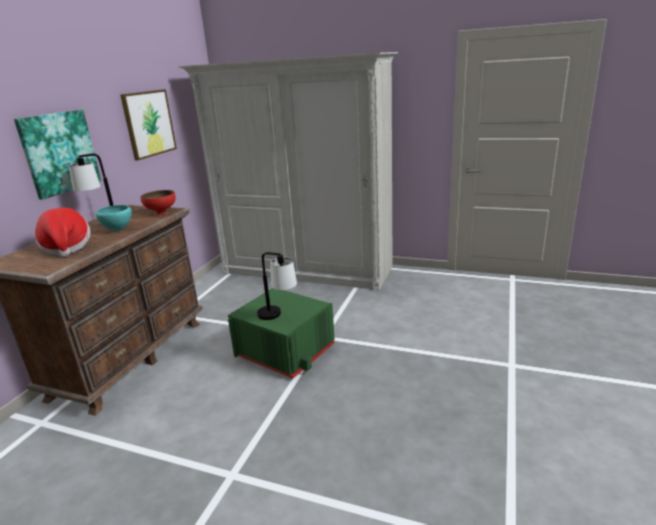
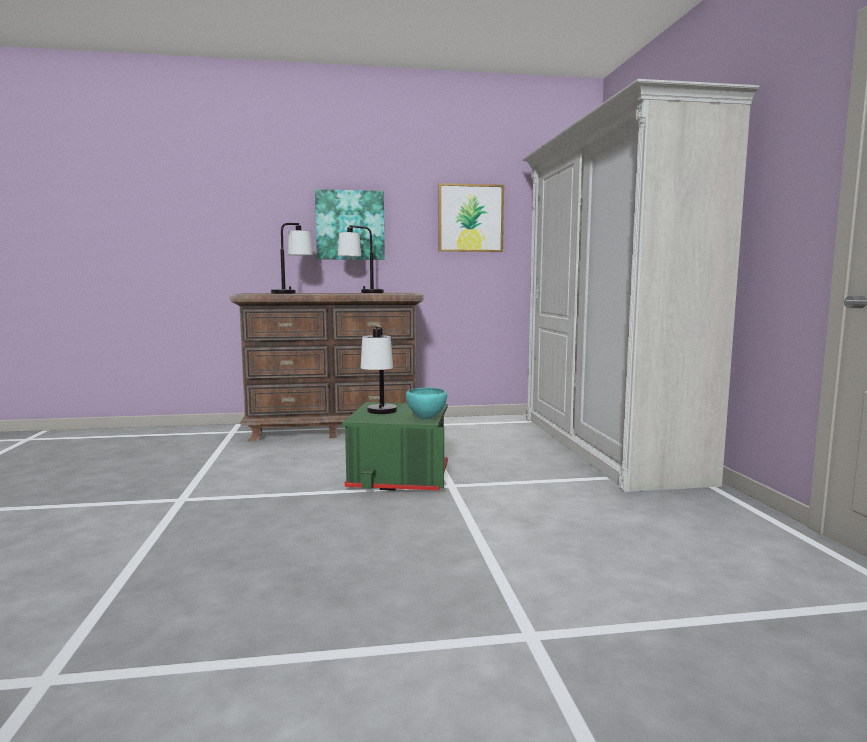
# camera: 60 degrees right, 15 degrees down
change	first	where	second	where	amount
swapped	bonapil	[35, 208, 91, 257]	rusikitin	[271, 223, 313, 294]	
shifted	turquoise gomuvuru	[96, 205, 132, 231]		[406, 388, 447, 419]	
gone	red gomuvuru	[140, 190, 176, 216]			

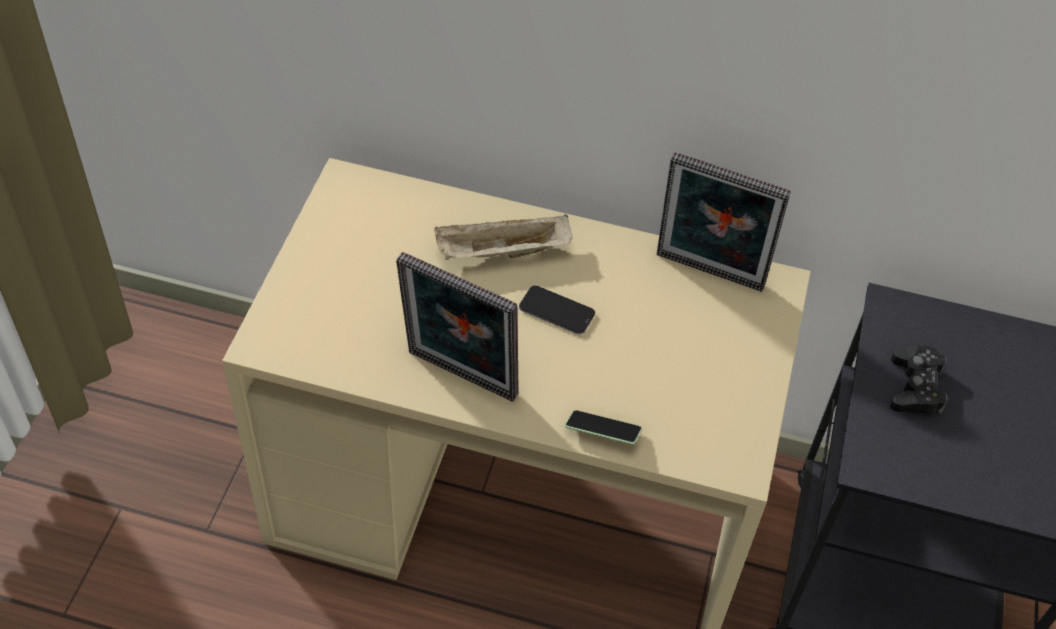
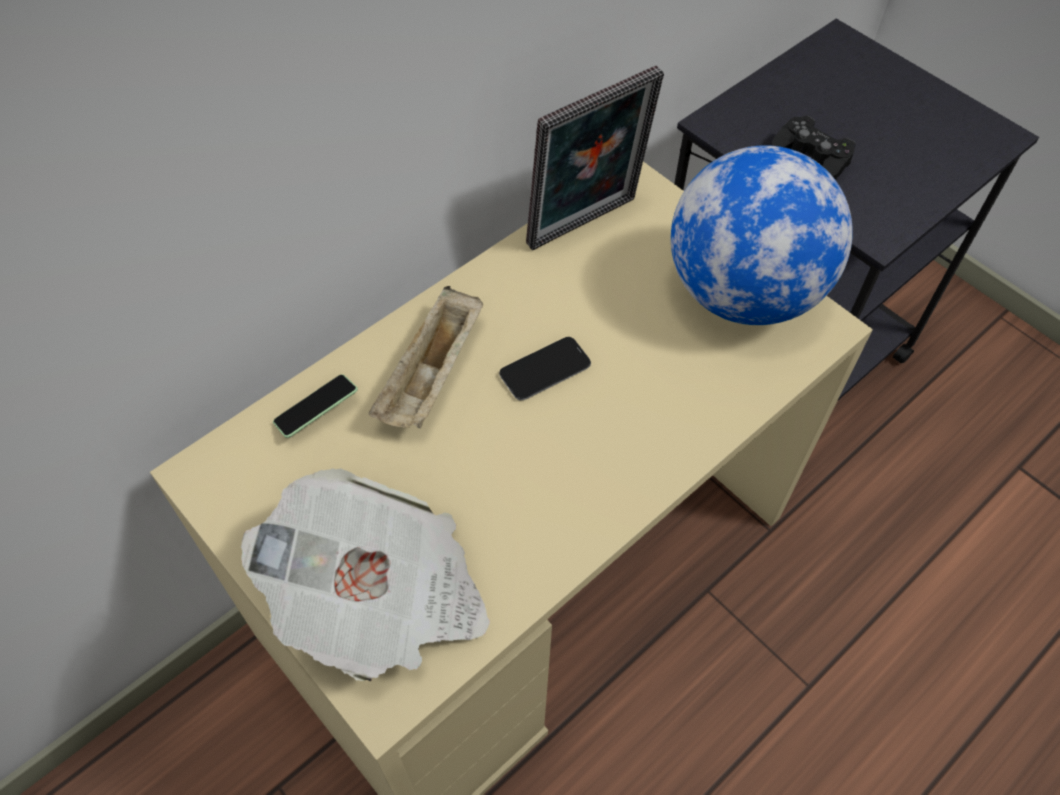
# camera: 55 degrees left, 5 degrees up
change	first	where	second	where	amount
new			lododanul	[241, 468, 490, 681]	
shifted	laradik	[565, 410, 642, 444]		[273, 374, 358, 438]	
new			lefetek	[671, 145, 853, 325]	
gone	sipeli	[396, 252, 519, 402]			

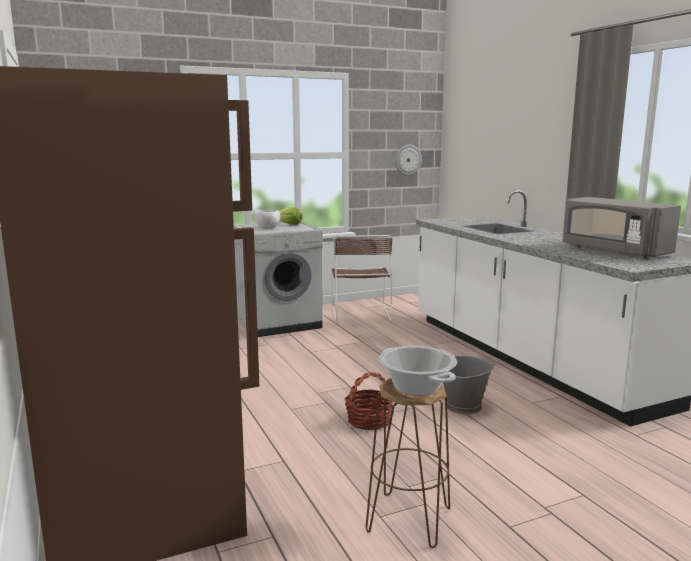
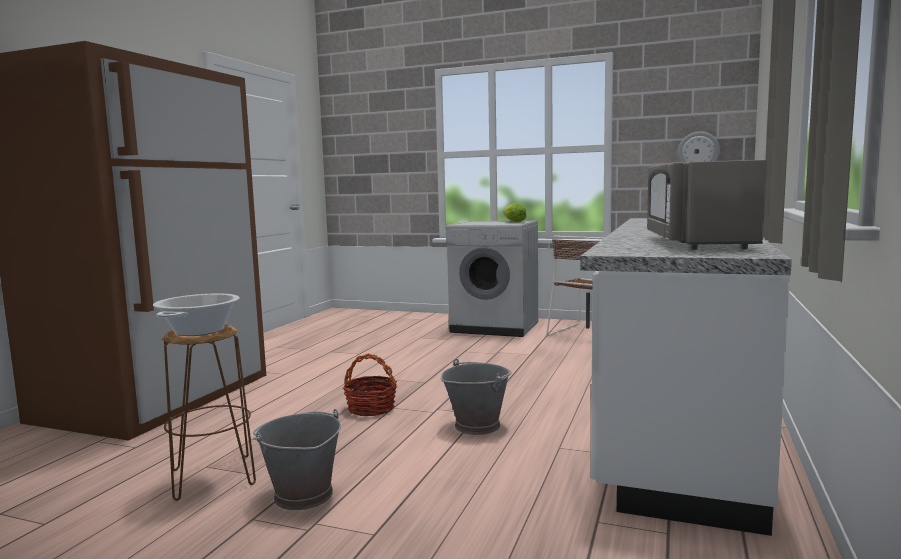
# camera: 45 degrees right, 5 degrees down
change	first	where	second	where	amount
new			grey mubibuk	[253, 409, 341, 510]	
gone	white gomuvuru	[254, 210, 280, 229]			

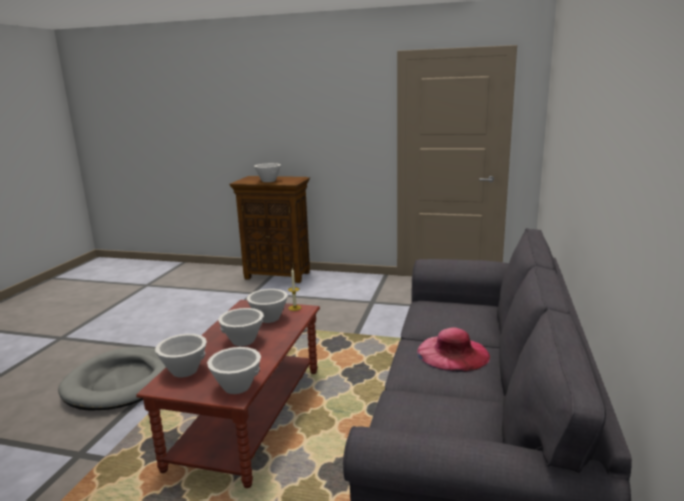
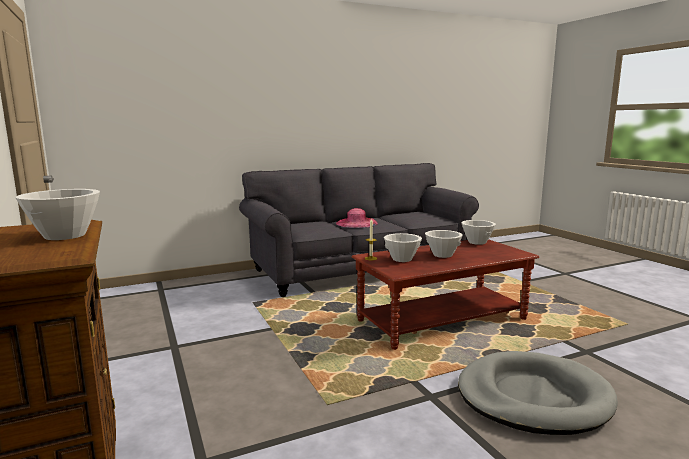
# camera: 130 degrees left, 5 degrees down
change	first	where	second	where	amount
gone	white gomuvuru	[155, 334, 207, 378]			

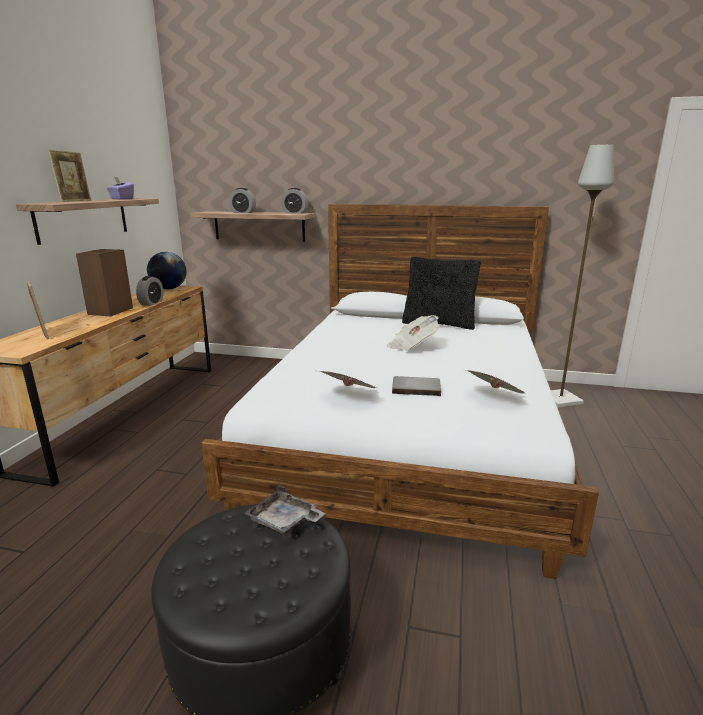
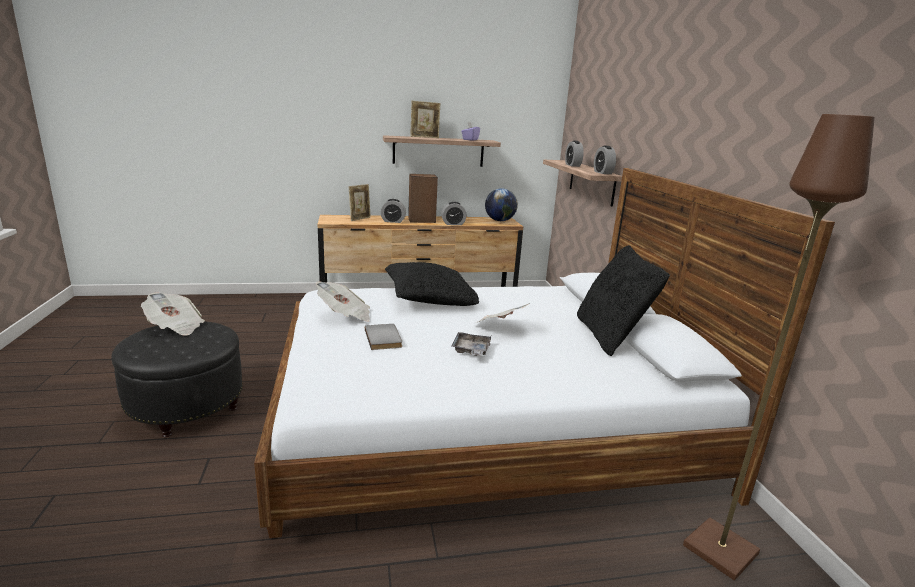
# camera: 65 degrees right, 0 degrees up
change	first	where	second	where	amount
shifted	lododanul	[466, 370, 525, 394]		[141, 292, 205, 336]	
new			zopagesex	[381, 199, 406, 223]	
new			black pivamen	[385, 262, 479, 306]	
shifted	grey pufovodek	[245, 486, 325, 535]		[451, 332, 492, 356]	
repainted	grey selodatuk	[551, 145, 614, 408]	brown selodatuk	[683, 114, 875, 581]	

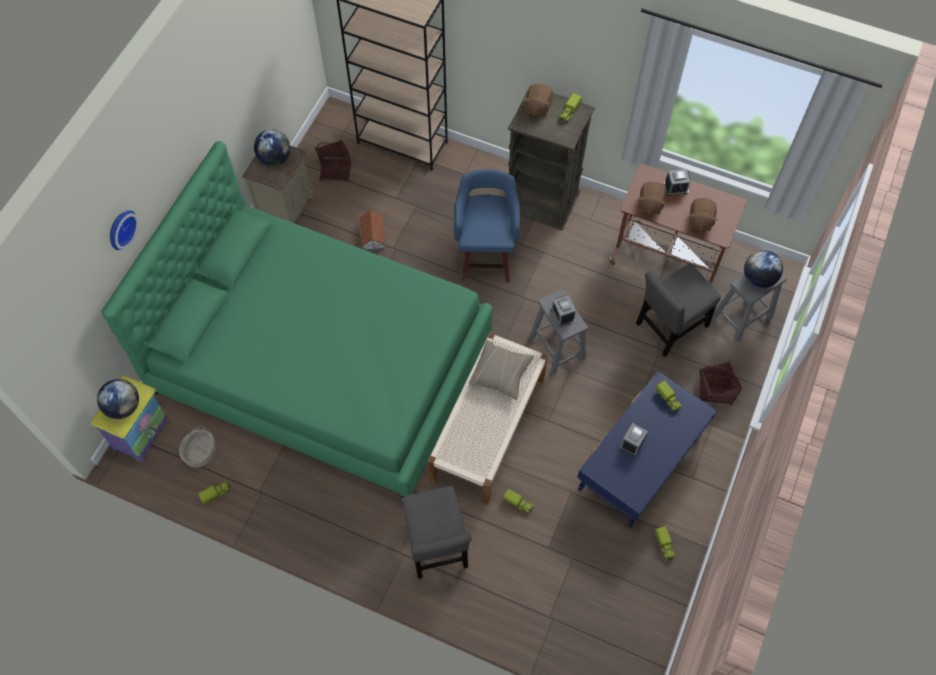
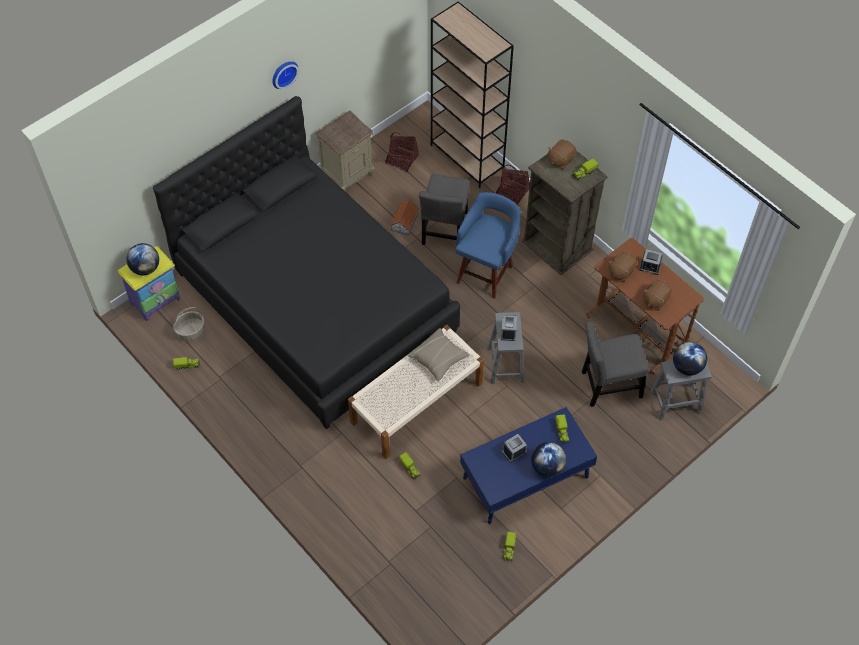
# camera: 25 degrees right, 5 degrees down
change	first	where	second	where	amount
repainted	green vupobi	[101, 141, 492, 498]	black vupobi	[153, 96, 460, 430]	
shifted	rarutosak	[110, 210, 139, 250]		[273, 61, 299, 89]	
shifted	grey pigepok	[403, 486, 472, 579]		[419, 174, 470, 245]	
shifted	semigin	[700, 361, 742, 406]		[496, 165, 529, 206]	
shifted	lefetek	[254, 129, 290, 166]		[531, 442, 566, 477]	

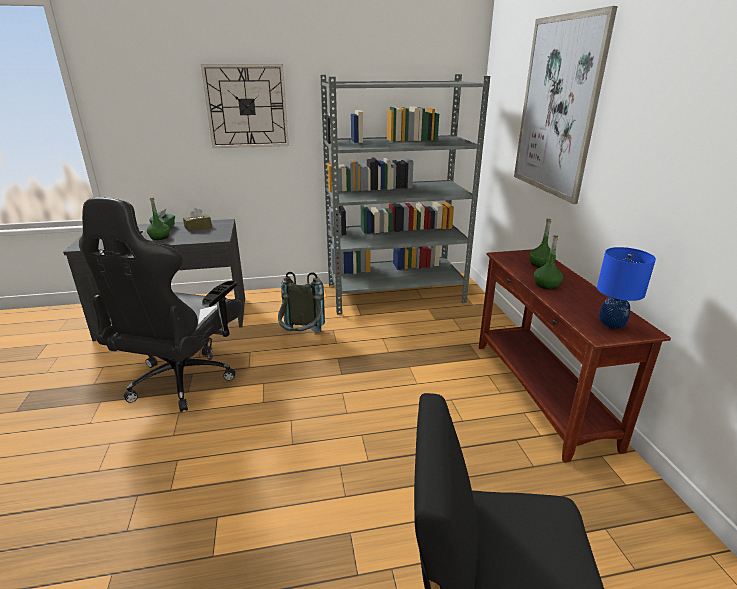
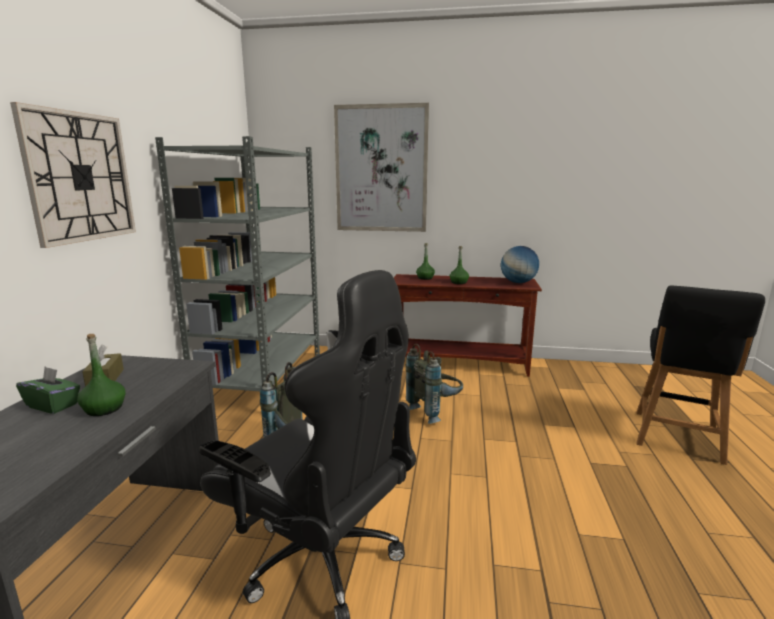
# camera: 70 degrees left, 10 degrees down
change	first	where	second	where	amount
new			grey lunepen	[406, 344, 463, 424]	
swapped	blue rusikitin	[597, 247, 656, 329]	lefetek	[501, 246, 539, 283]	

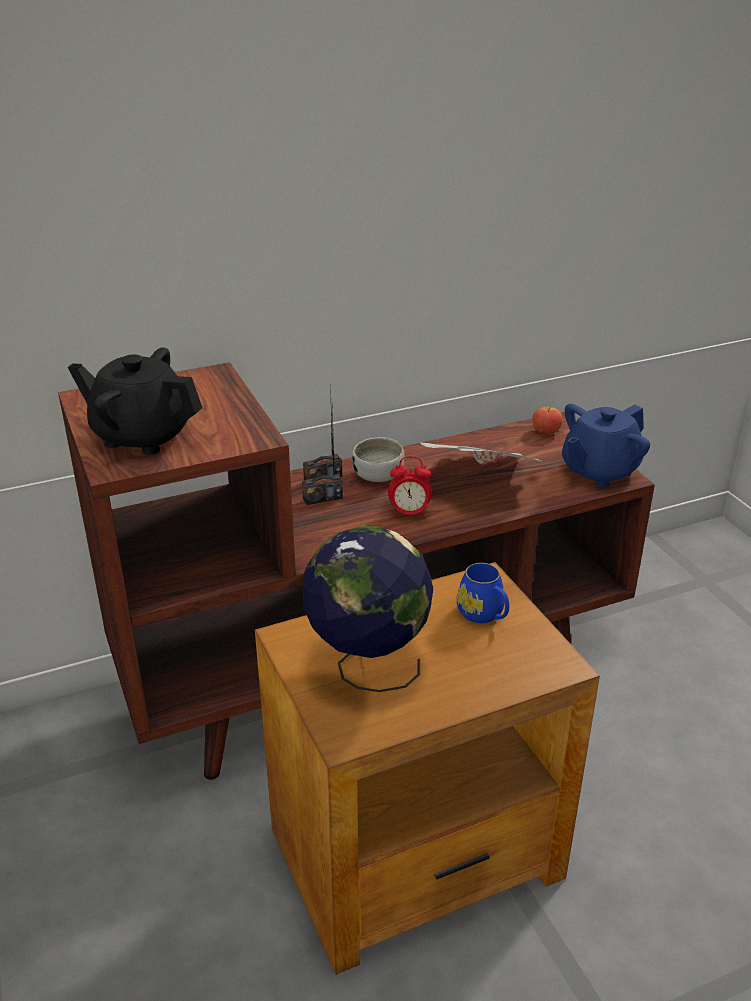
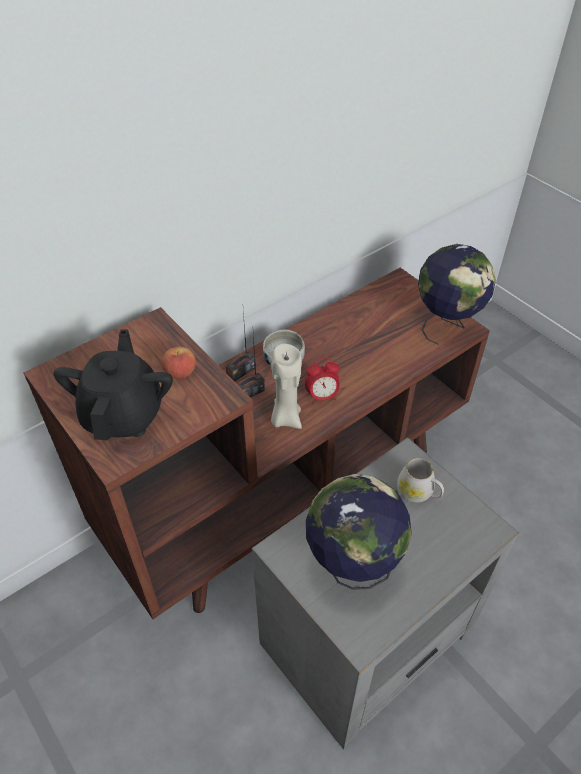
# camera: 15 degrees left, 15 degrees up
change	first	where	second	where	amount
rotated	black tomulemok	[68, 347, 202, 455]		[54, 329, 173, 441]	90 degrees clockwise
shifted	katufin	[533, 407, 563, 435]		[162, 347, 196, 379]	
repainted	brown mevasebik	[255, 562, 600, 975]	grey mevasebik	[252, 437, 519, 750]	
new			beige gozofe	[271, 344, 302, 429]	
repainted	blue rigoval	[457, 563, 509, 623]	white rigoval	[397, 458, 444, 503]	
swapped	blue tomulemok	[562, 404, 650, 488]	lefetek	[418, 244, 496, 345]	
gone	lododanul	[420, 443, 546, 465]			

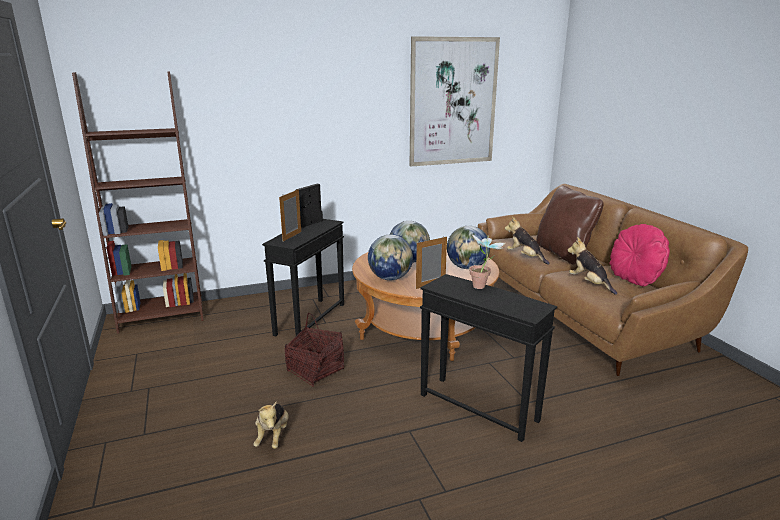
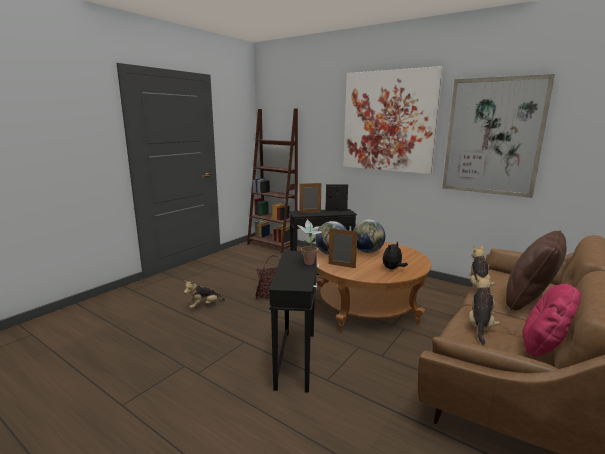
# camera: 55 degrees right, 5 degrees down
change	first	where	second	where	amount
new			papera	[343, 66, 443, 174]	
swapped	lefetek	[447, 226, 490, 269]	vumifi	[383, 241, 408, 269]	

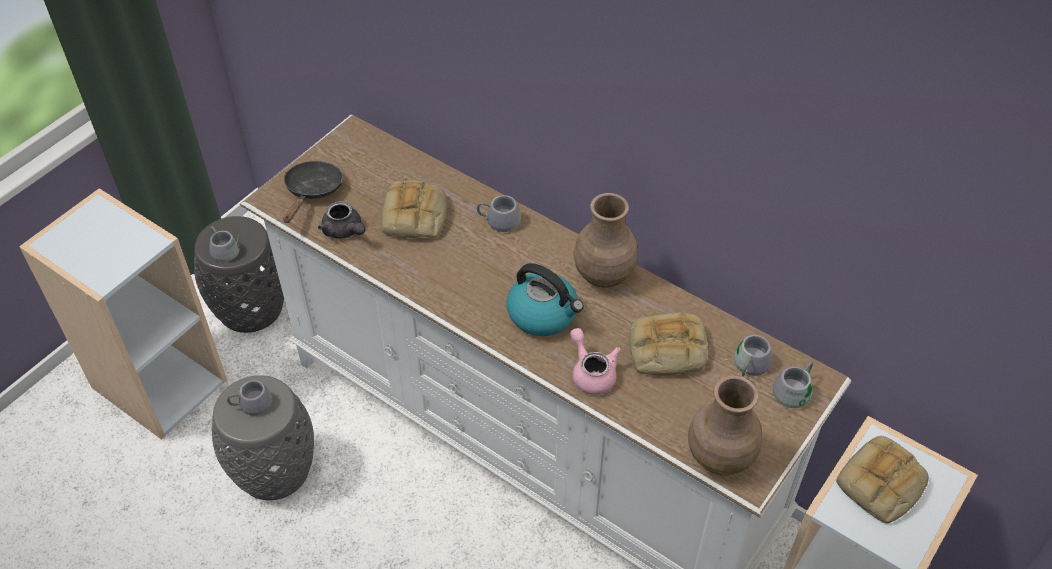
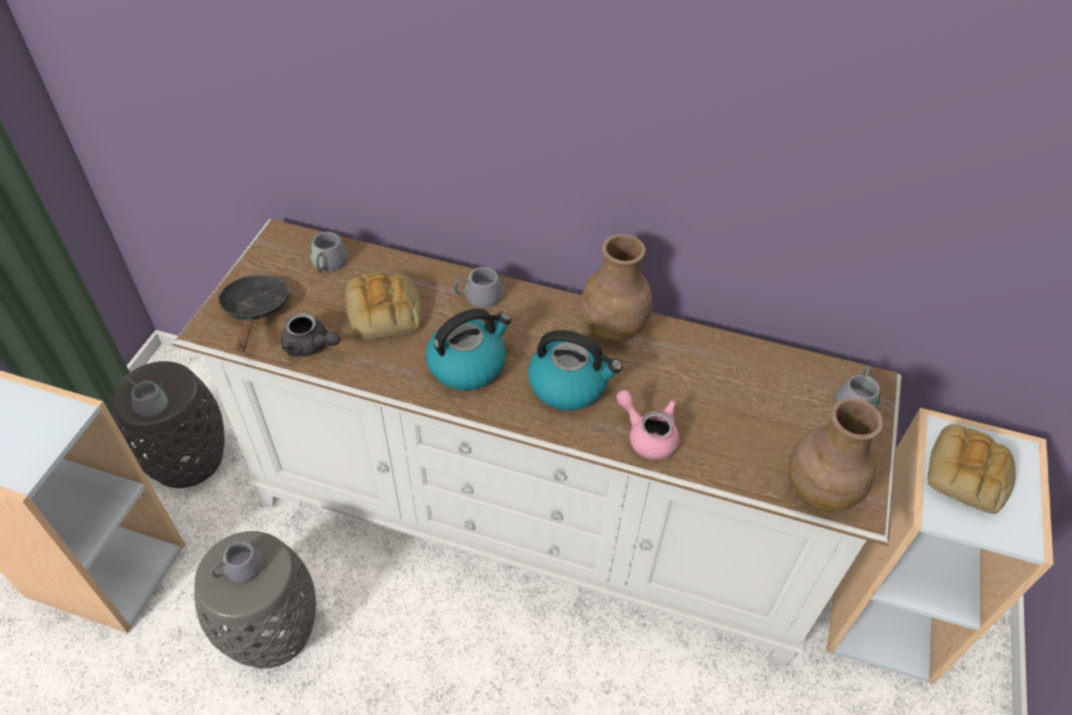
# camera: 20 degrees left, 0 degrees up
change	first	where	second	where	amount
shifted	grey rigoval	[721, 335, 772, 376]		[299, 232, 348, 272]	
new			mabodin	[426, 309, 512, 391]	
gone	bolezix	[629, 313, 708, 376]			

